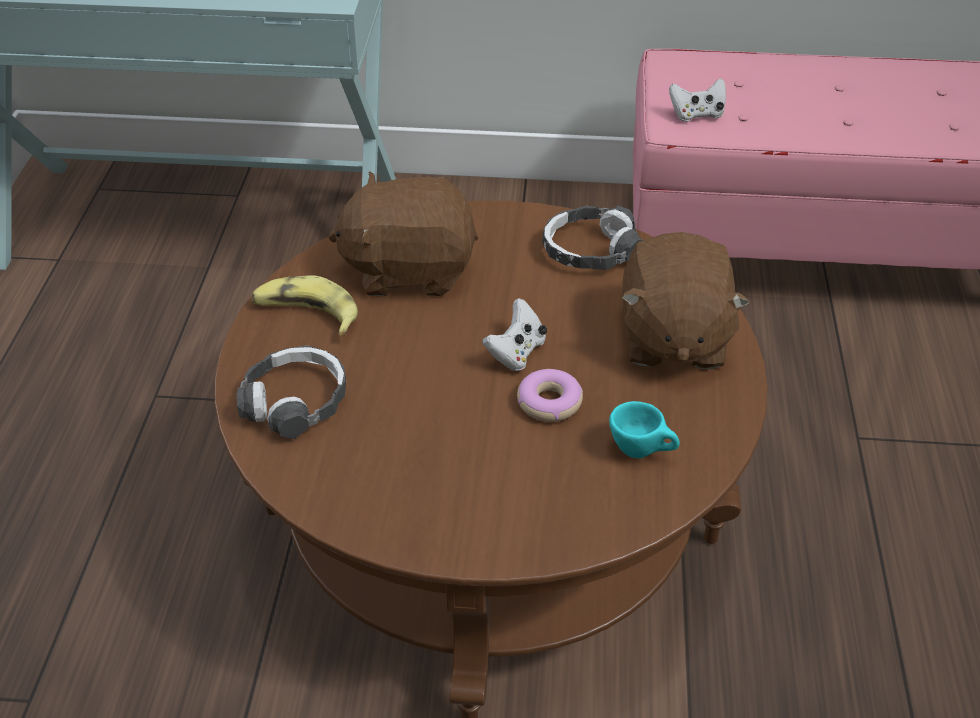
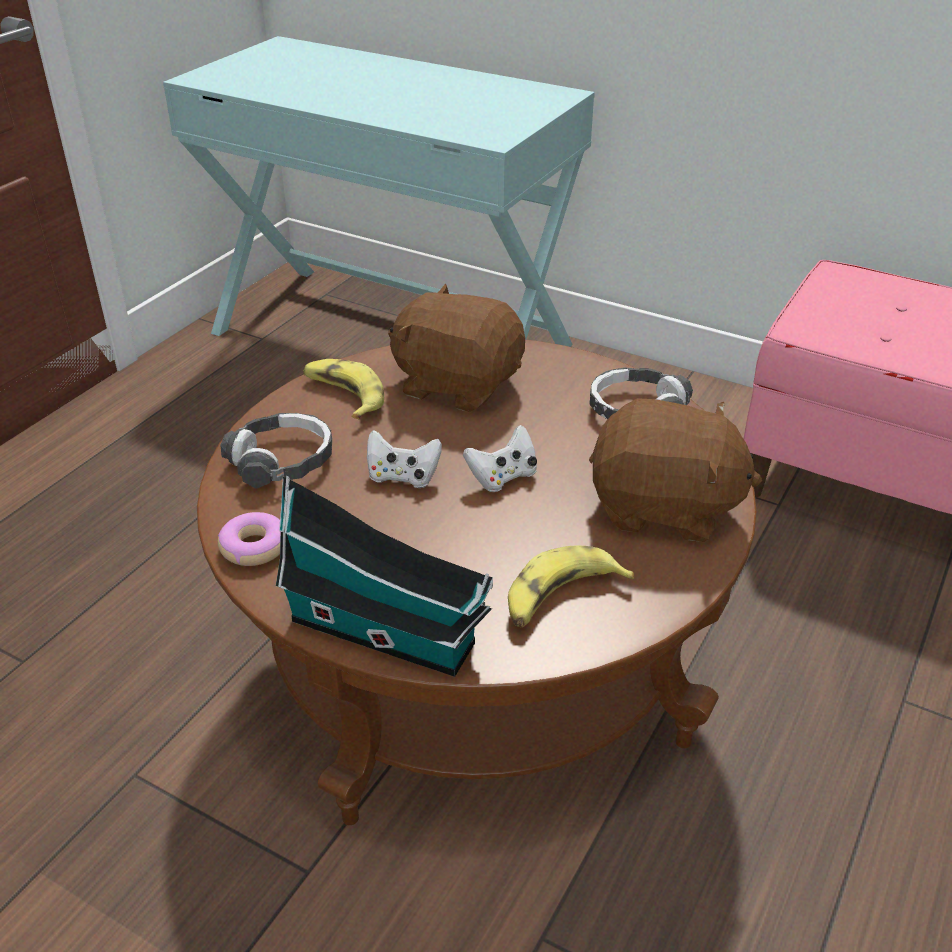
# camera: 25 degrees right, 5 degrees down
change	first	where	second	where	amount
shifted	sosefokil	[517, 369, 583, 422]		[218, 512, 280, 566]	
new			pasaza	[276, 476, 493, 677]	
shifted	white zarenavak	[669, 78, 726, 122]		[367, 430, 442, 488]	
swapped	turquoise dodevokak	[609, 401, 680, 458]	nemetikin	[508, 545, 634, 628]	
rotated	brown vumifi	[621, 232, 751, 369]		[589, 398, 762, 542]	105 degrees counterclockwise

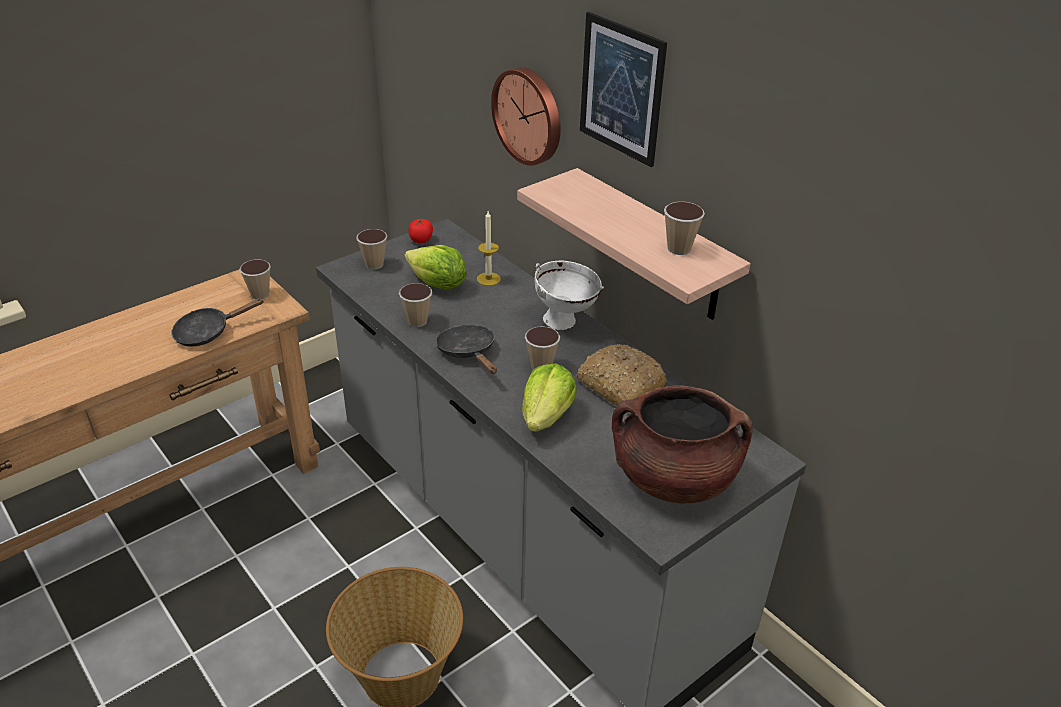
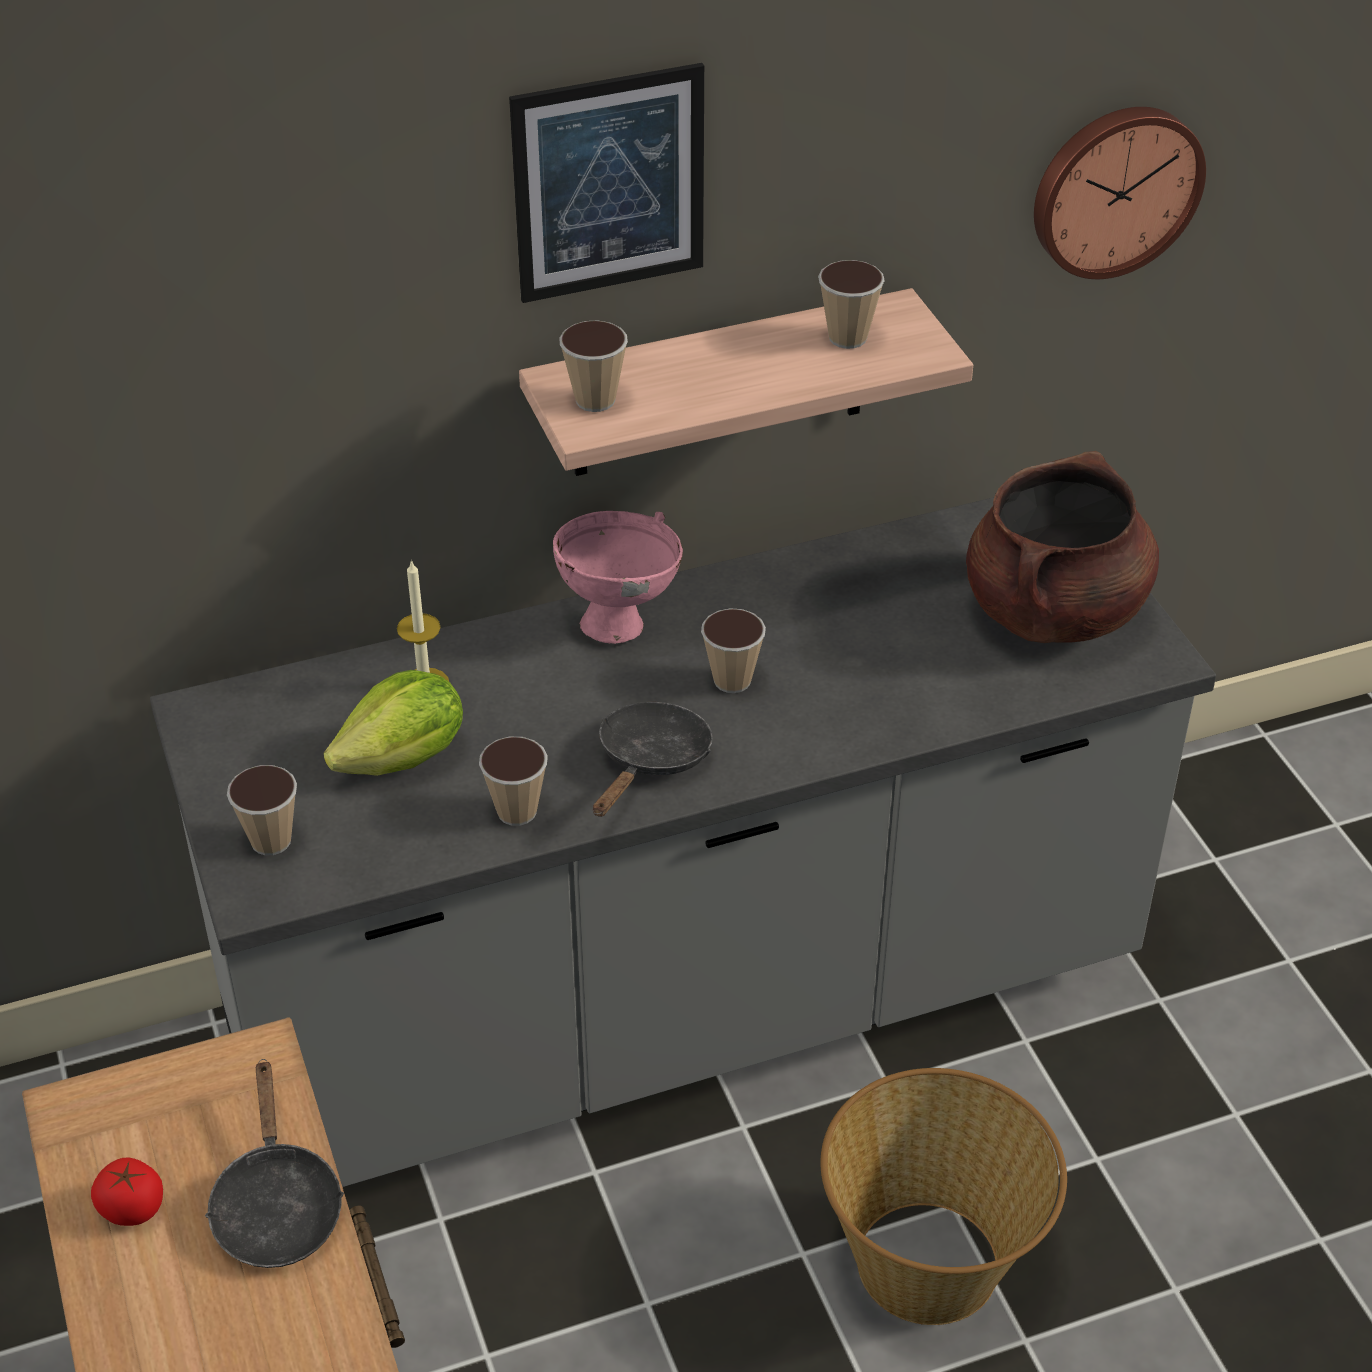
# camera: 70 degrees left, 5 degrees up
change	first	where	second	where	amount
shifted	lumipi	[408, 219, 433, 243]		[91, 1157, 163, 1226]	
repainted	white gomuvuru	[534, 261, 604, 330]	pink gomuvuru	[553, 511, 683, 644]	
shifted	dodevokak	[239, 260, 271, 299]		[559, 321, 628, 412]	
rotated	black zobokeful	[436, 325, 497, 374]		[593, 702, 713, 817]	120 degrees clockwise
shifted	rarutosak	[491, 67, 561, 166]		[1034, 107, 1206, 279]	
gone	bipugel	[522, 363, 577, 432]			
gone	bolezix	[576, 344, 668, 406]			

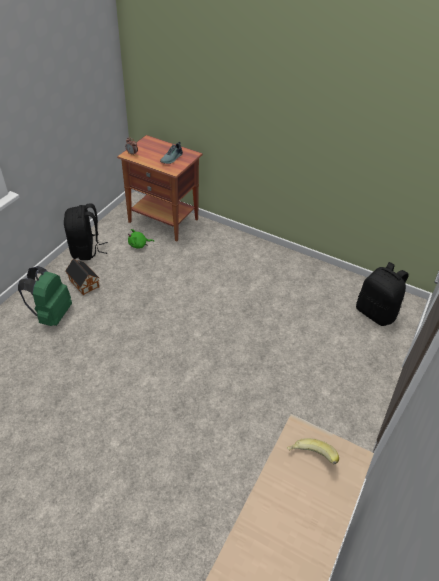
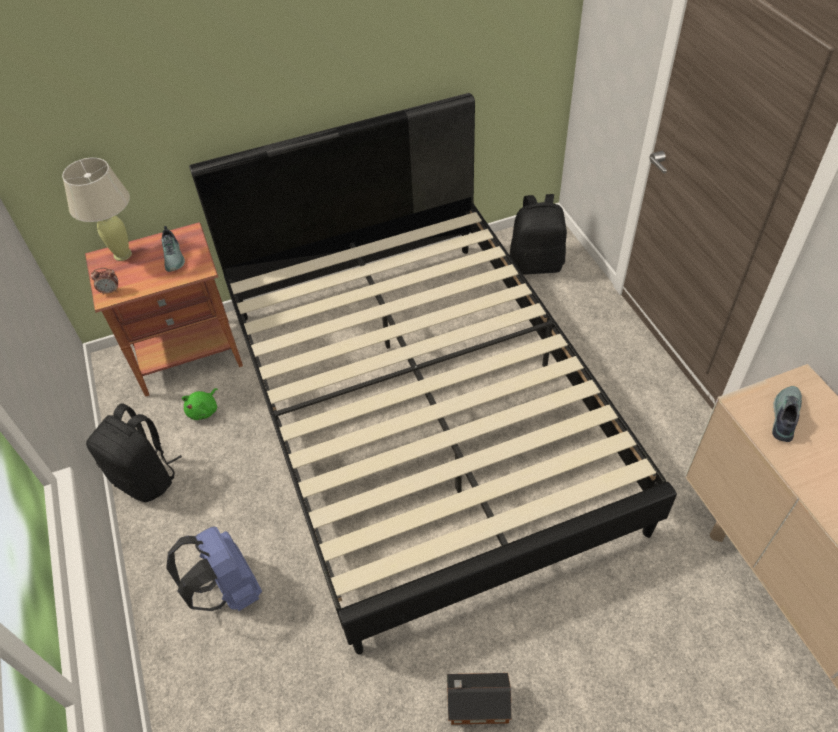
# camera: 45 degrees left, 5 degrees up
change	first	where	second	where	amount
new			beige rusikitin	[62, 158, 132, 261]	
repainted	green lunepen	[18, 266, 72, 326]	blue lunepen	[166, 526, 262, 611]	
new			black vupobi	[189, 93, 677, 655]	
shifted	pasaza	[65, 258, 99, 295]		[447, 673, 512, 725]	
swapped	nemetikin	[287, 438, 339, 464]	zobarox	[772, 386, 802, 442]	

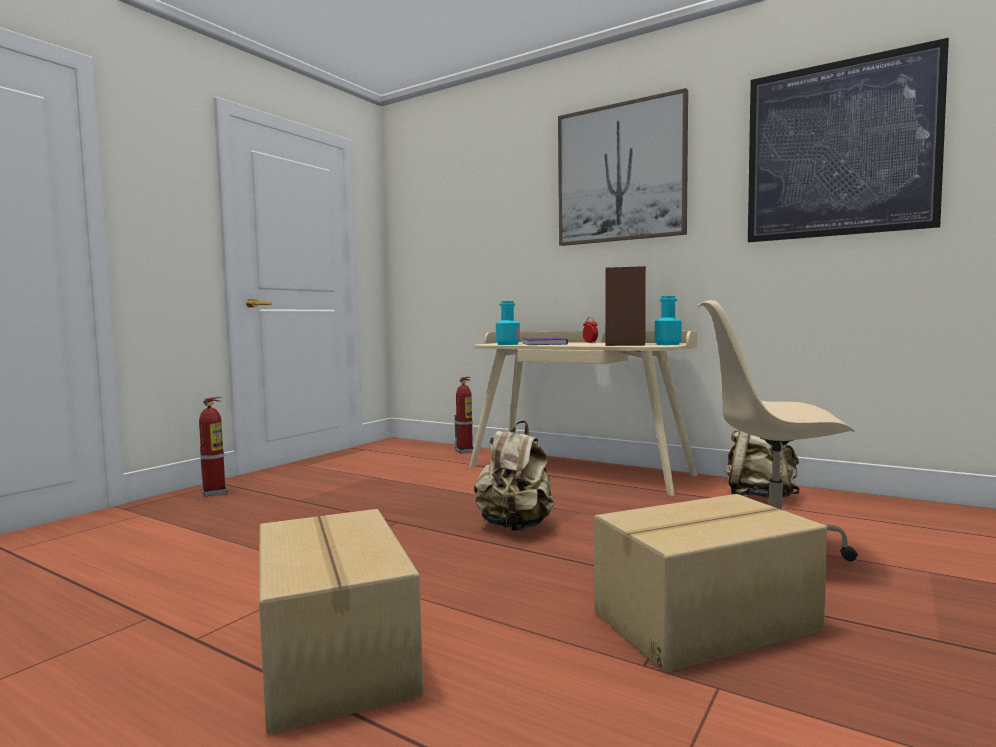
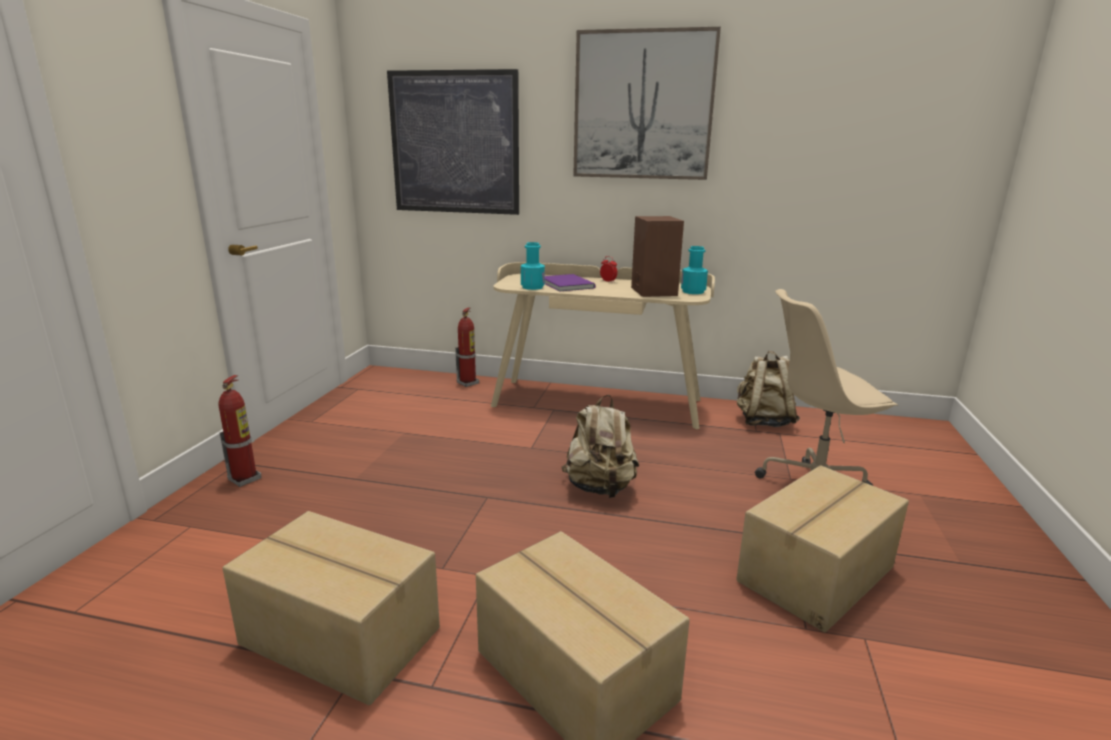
# camera: 20 degrees left, 15 degrees up
change	first	where	second	where	amount
new			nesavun	[223, 511, 440, 705]	
shifted	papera	[748, 38, 949, 242]		[387, 69, 519, 215]	

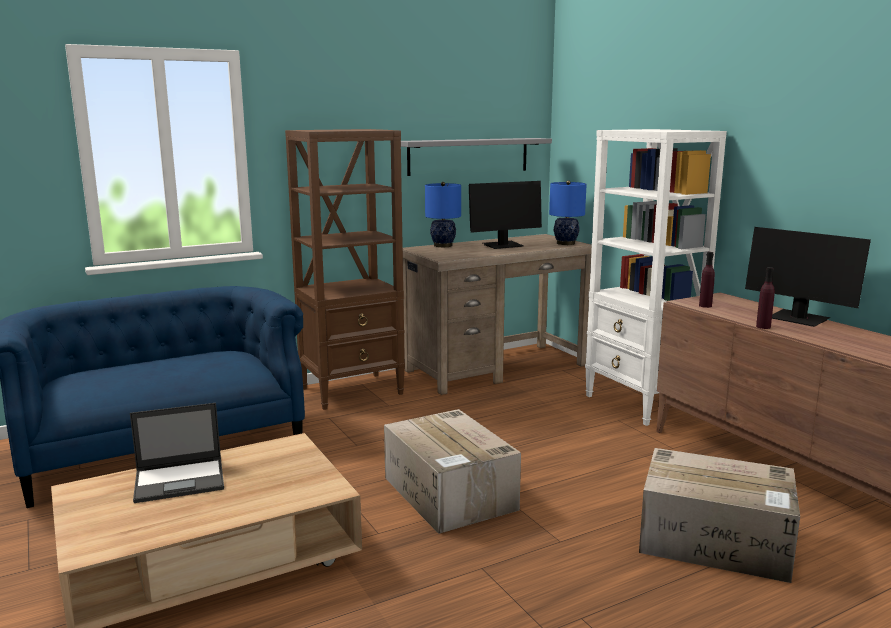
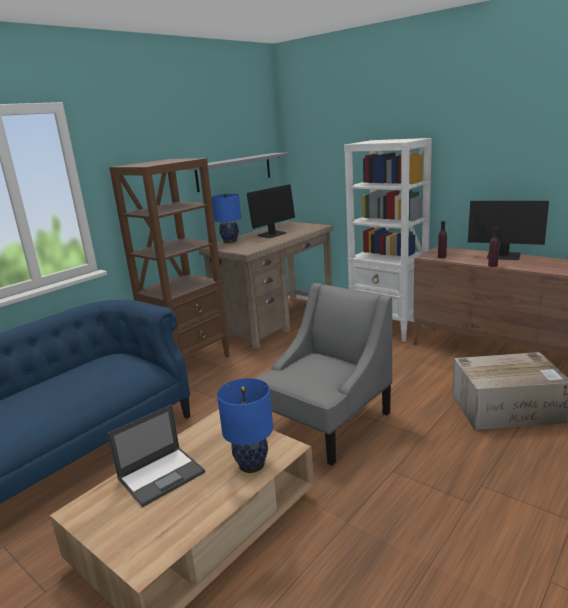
# camera: 20 degrees left, 5 degrees up
change	first	where	second	where	amount
shifted	blue rusikitin	[549, 180, 587, 245]		[217, 378, 273, 473]	
swapped	nesavun	[384, 409, 521, 534]	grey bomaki	[255, 283, 392, 465]	

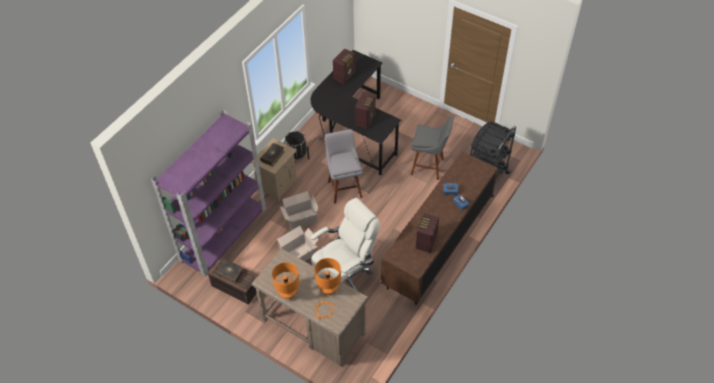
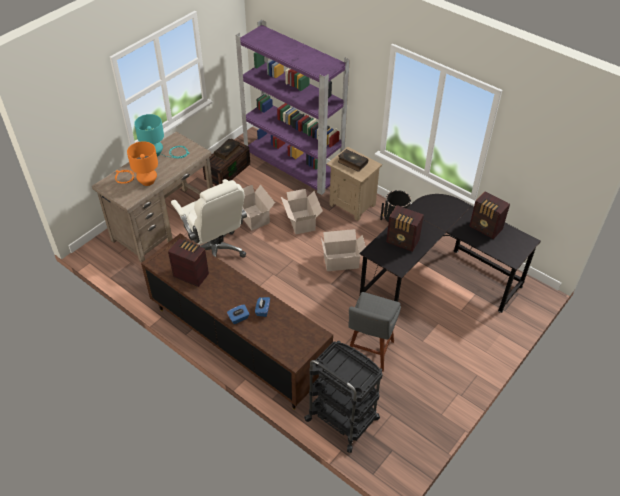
# camera: 95 degrees right, 5 degrees down
change	first	where	second	where	amount
repainted	orange rusikitin	[272, 262, 299, 299]	turquoise rusikitin	[134, 114, 189, 158]	
swapped	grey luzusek	[325, 129, 363, 204]	nesavun	[321, 229, 366, 271]	

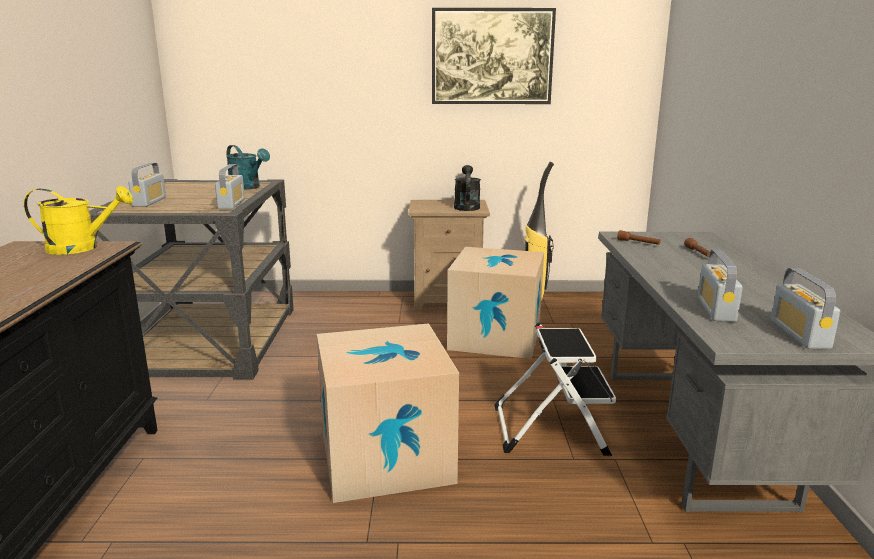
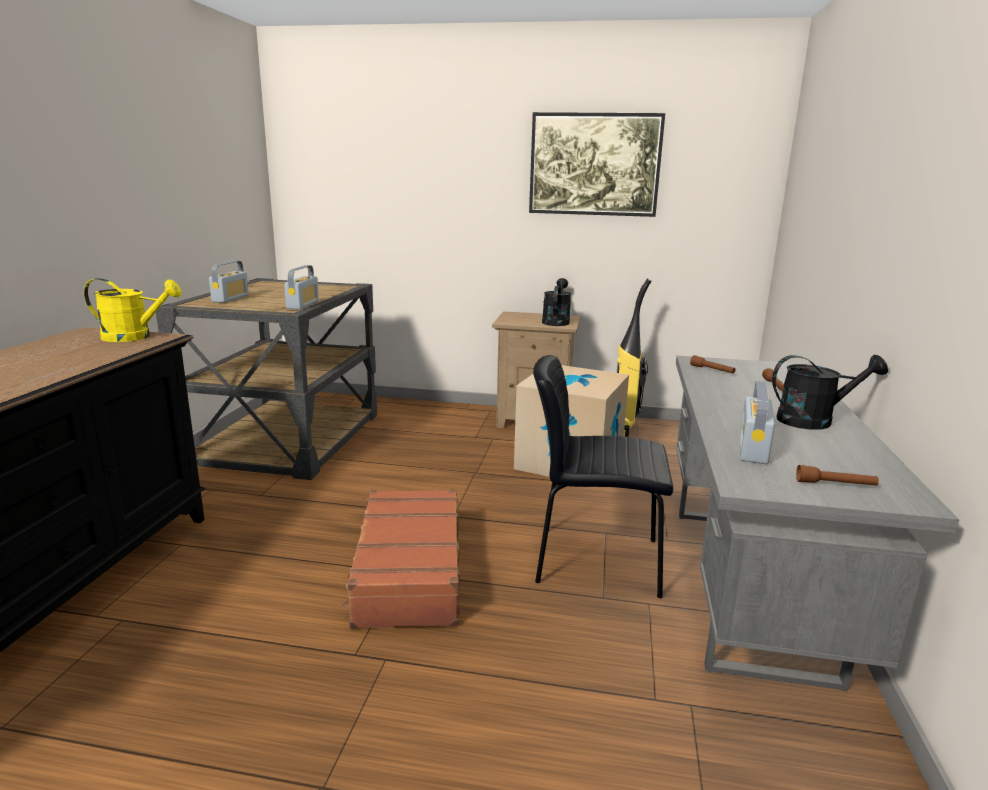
# camera: 10 degrees right, 0 degrees up
change	first	where	second	where	amount
swapped	nesavun	[317, 323, 459, 503]	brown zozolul	[342, 489, 460, 628]	
swapped	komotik	[494, 322, 616, 456]	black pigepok	[533, 355, 673, 598]	
new			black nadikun	[772, 355, 888, 430]	
swapped	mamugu	[771, 268, 840, 349]	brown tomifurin	[796, 465, 879, 486]	
gone	turquoise nadikun	[227, 145, 270, 190]			

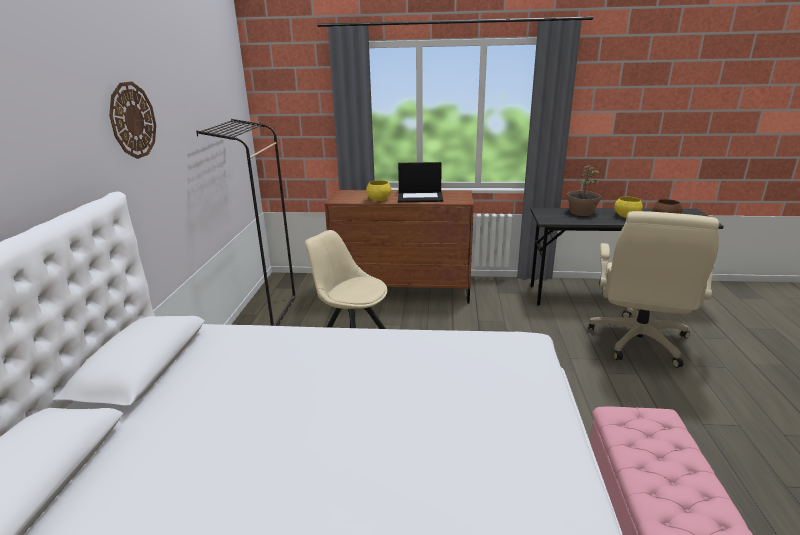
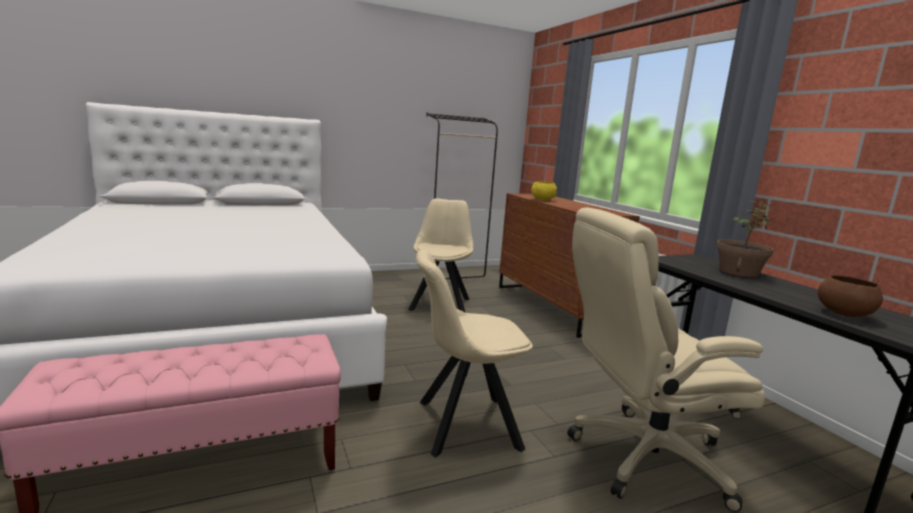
# camera: 60 degrees right, 10 degrees down
change	first	where	second	where	amount
new			beige pigepok	[416, 250, 533, 458]	
gone	rarutosak	[109, 82, 156, 159]			
gone	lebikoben	[398, 162, 443, 202]			
gone	yellow gomuvuru	[614, 197, 643, 218]			

